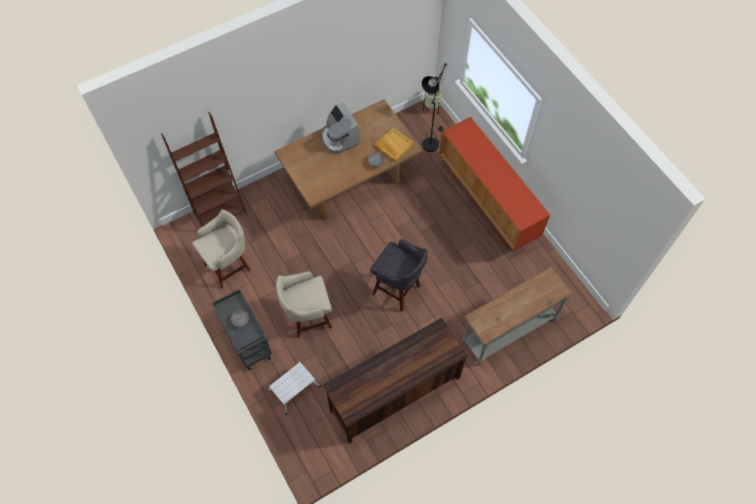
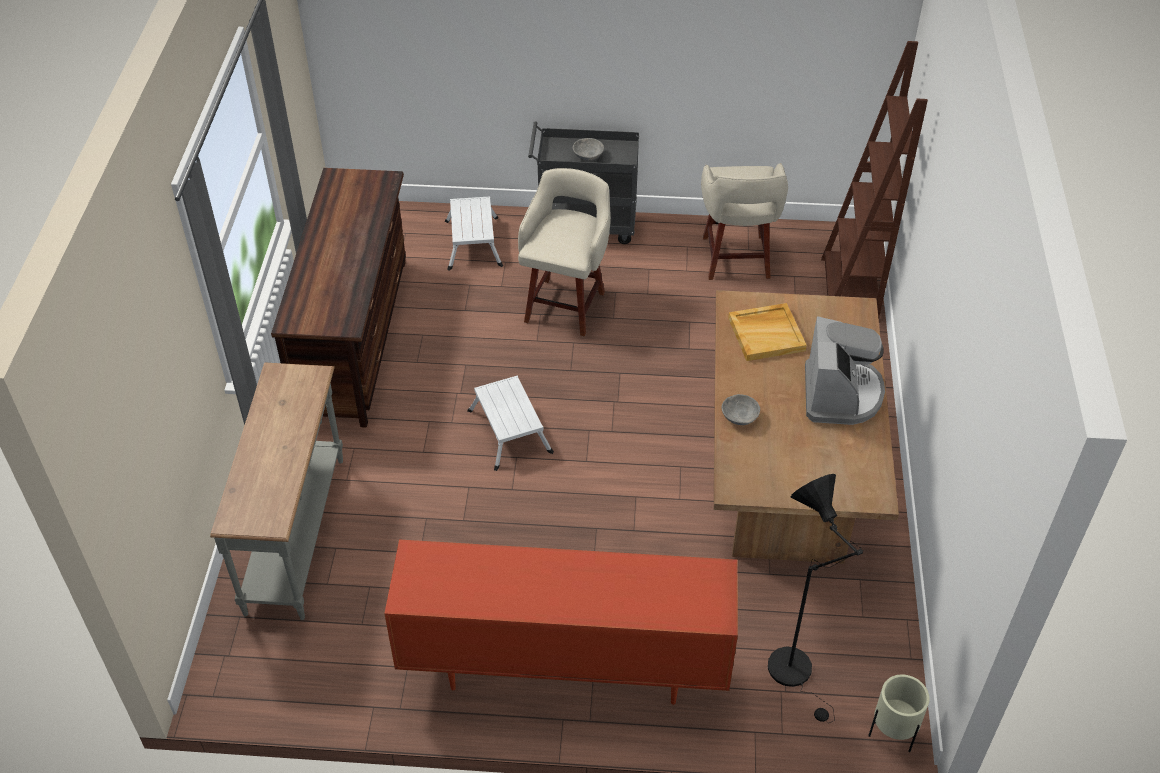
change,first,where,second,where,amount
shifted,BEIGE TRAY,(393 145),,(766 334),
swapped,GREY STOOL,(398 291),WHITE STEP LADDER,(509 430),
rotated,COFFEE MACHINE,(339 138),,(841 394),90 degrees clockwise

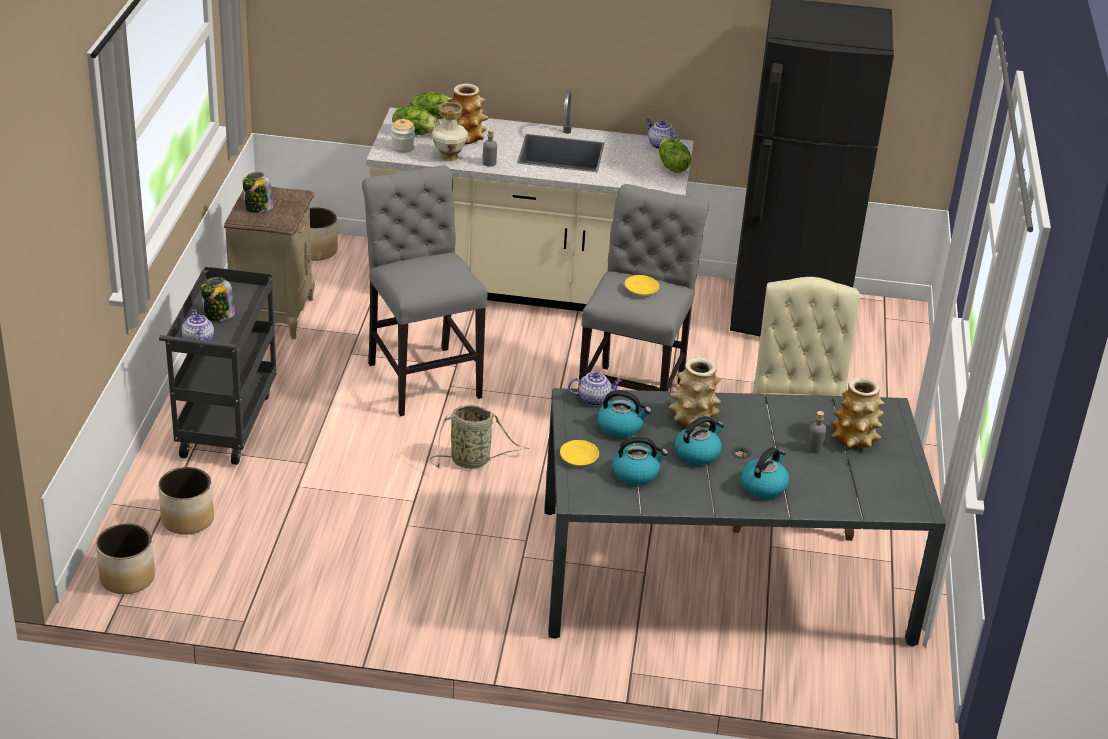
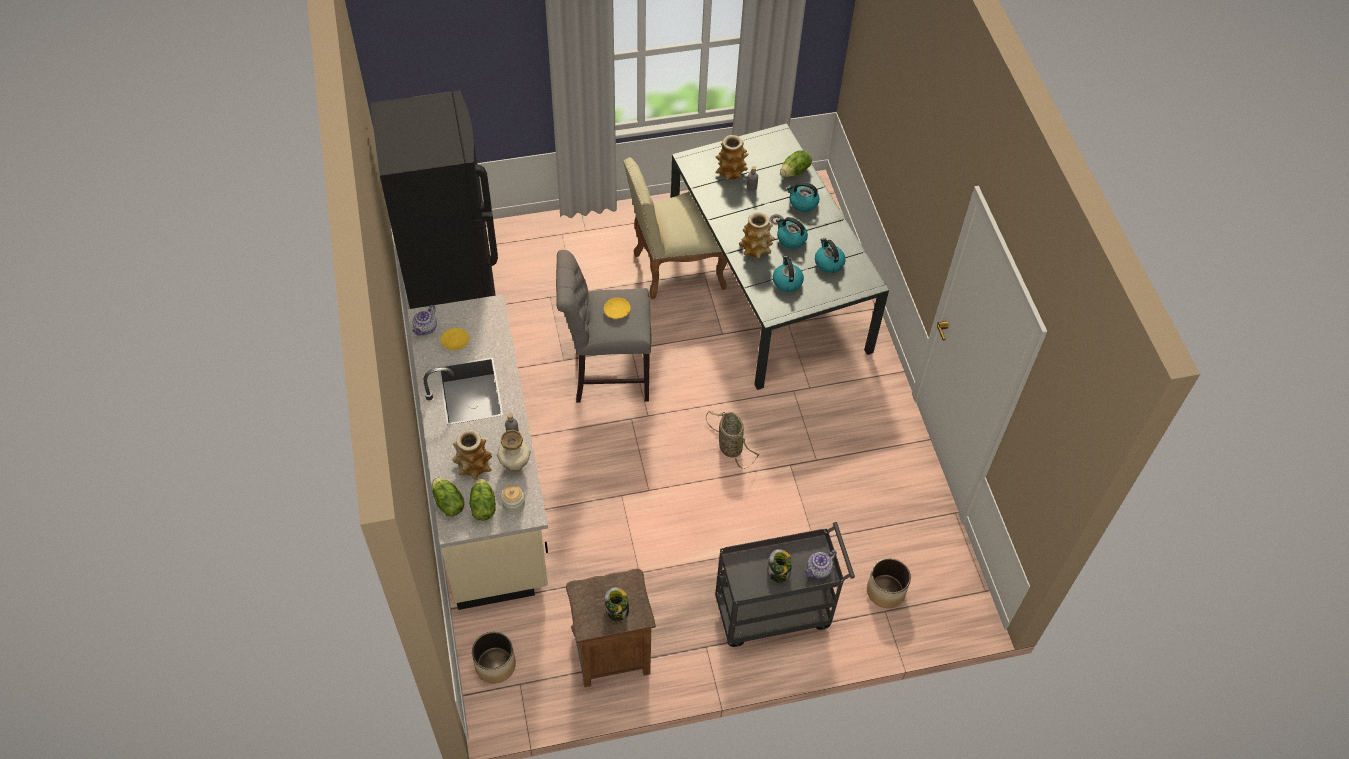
change,first,where,second,where,amount
gone,PLANTER,(128 577),,,
gone,GREY STOOL,(422 376),,,
gone,TEAPOT,(594 399),,,
shifted,YELLOW PLATE,(579 457),,(455 341),
shifted,LETTUCE,(672 167),,(795 172),

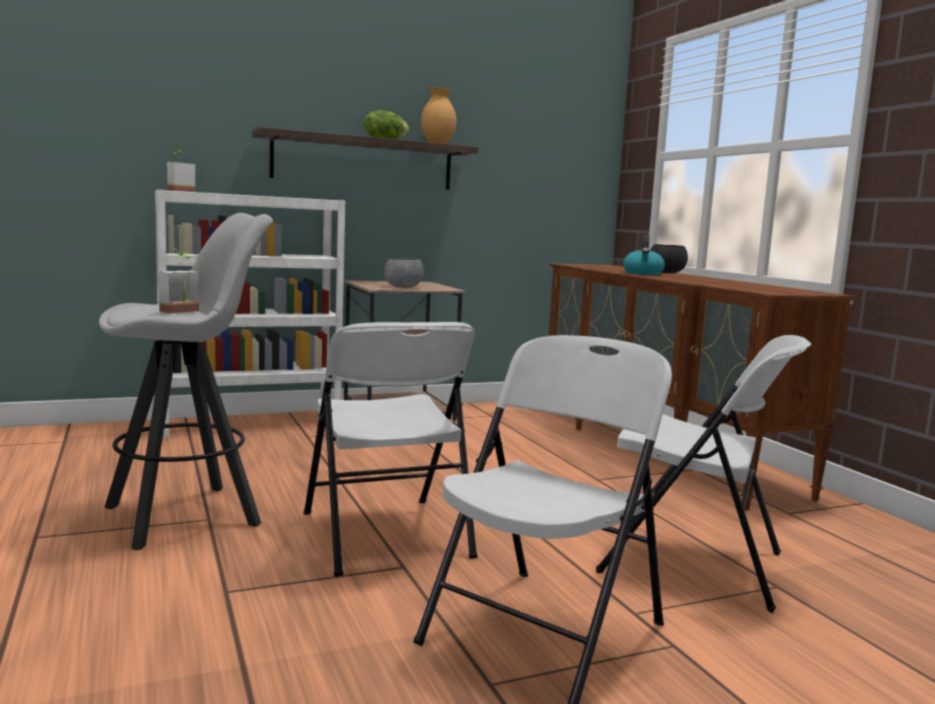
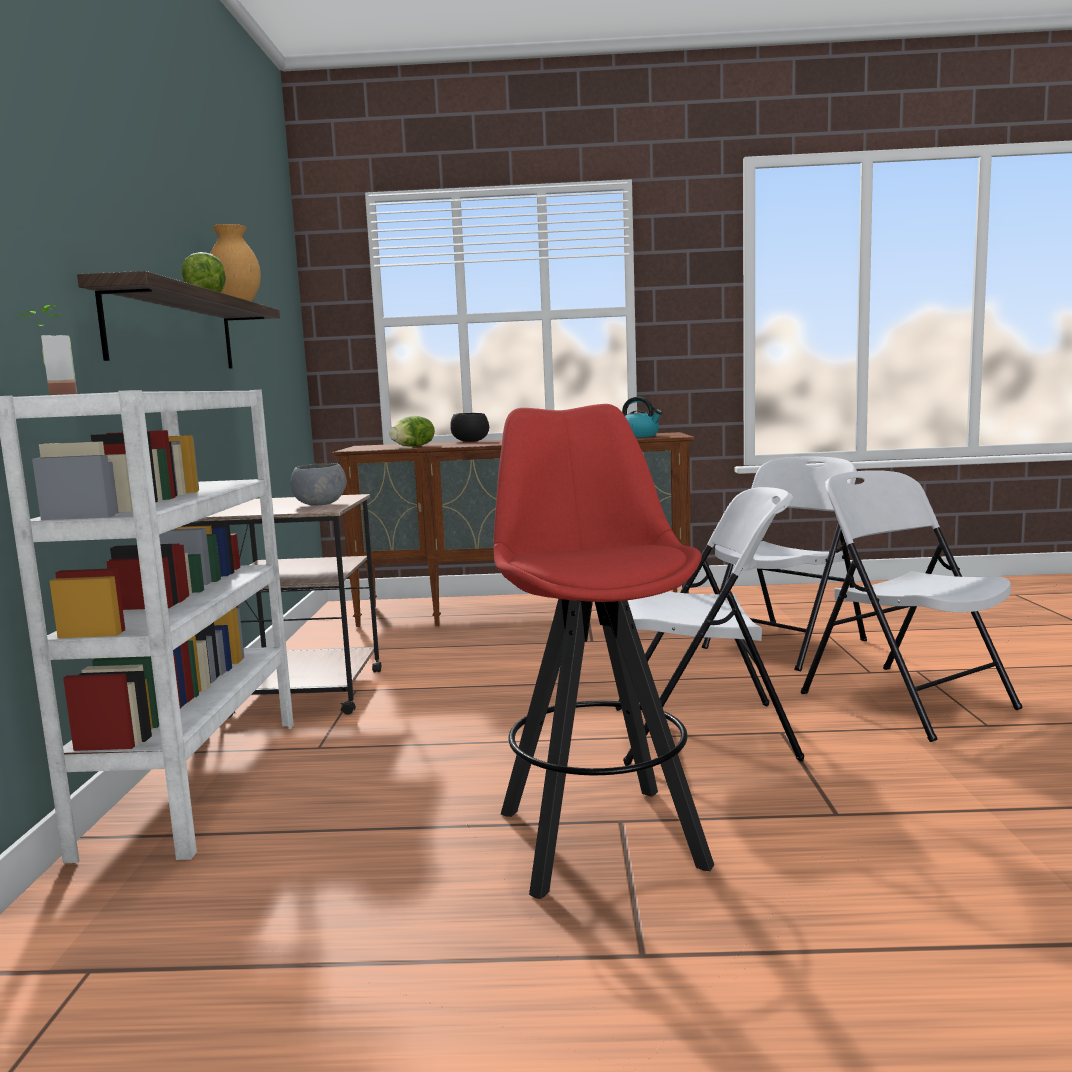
change,first,where,second,where,amount
gone,POTTED PLANT,(183 312),,,
new,,,LETTUCE,(413 446),
shifted,KETTLE,(643 273),,(639 436),
repainted,GREY STOOL,(187 515),RED STOOL,(599 834),

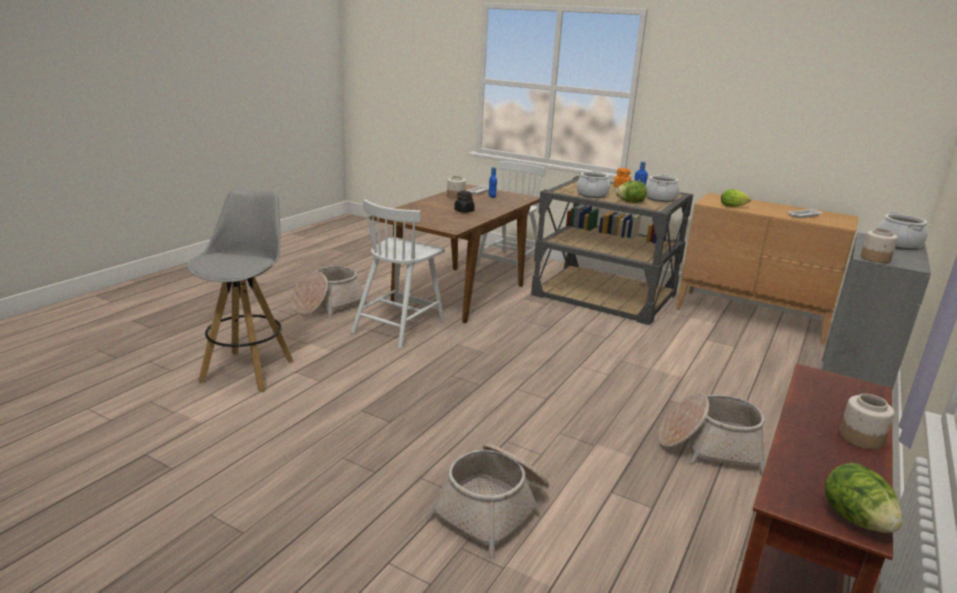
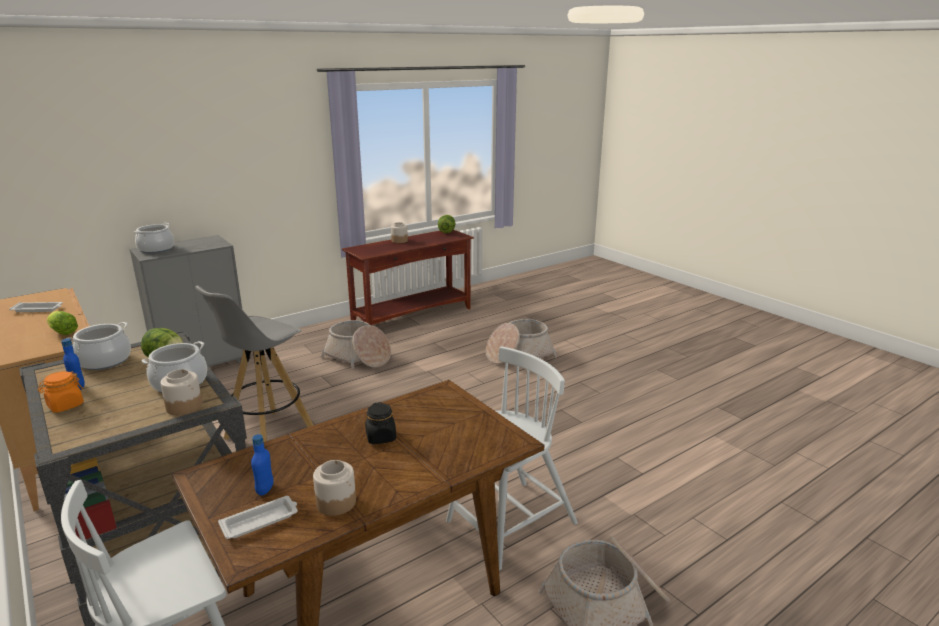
change,first,where,second,where,amount
shifted,GREY STOOL,(249 370),,(267 435),
shifted,JAR,(875 259),,(184 406),

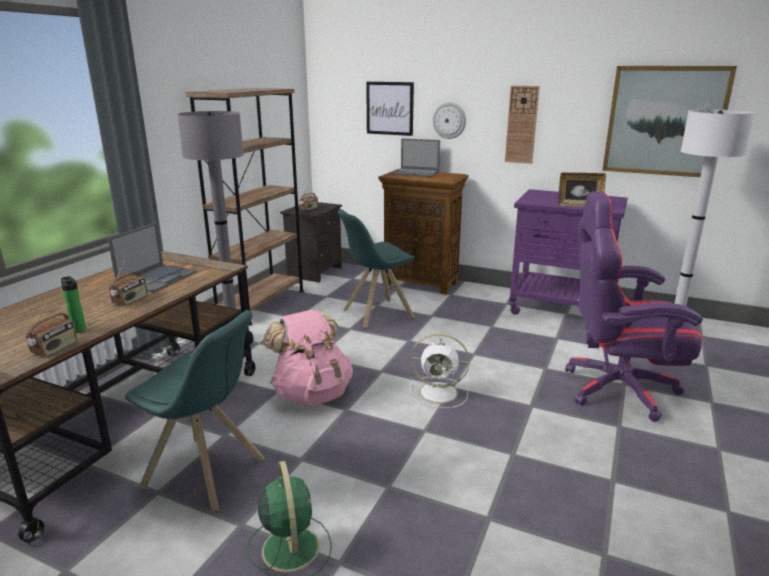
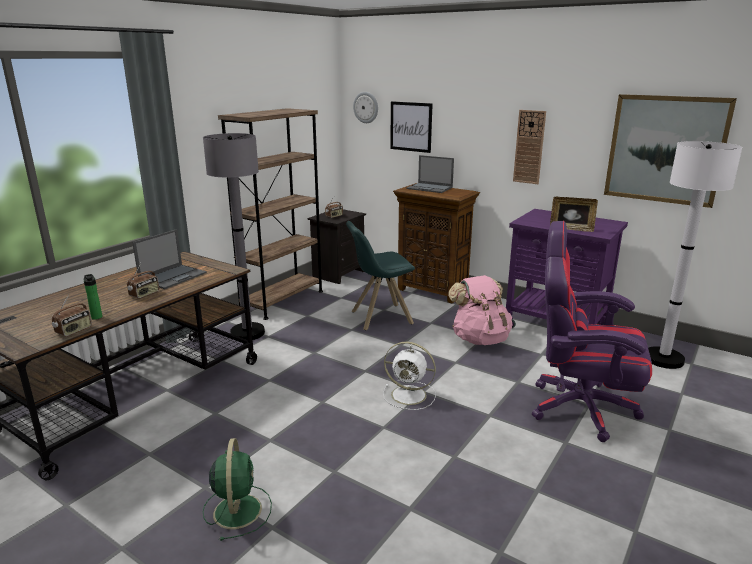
change,first,where,second,where,amount
gone,TURQUOISE CHAIR,(205 473),,,
shifted,PINK BACKPACK,(312 393),,(479 339),
shifted,WALL CLOCK,(449 120),,(366 107),

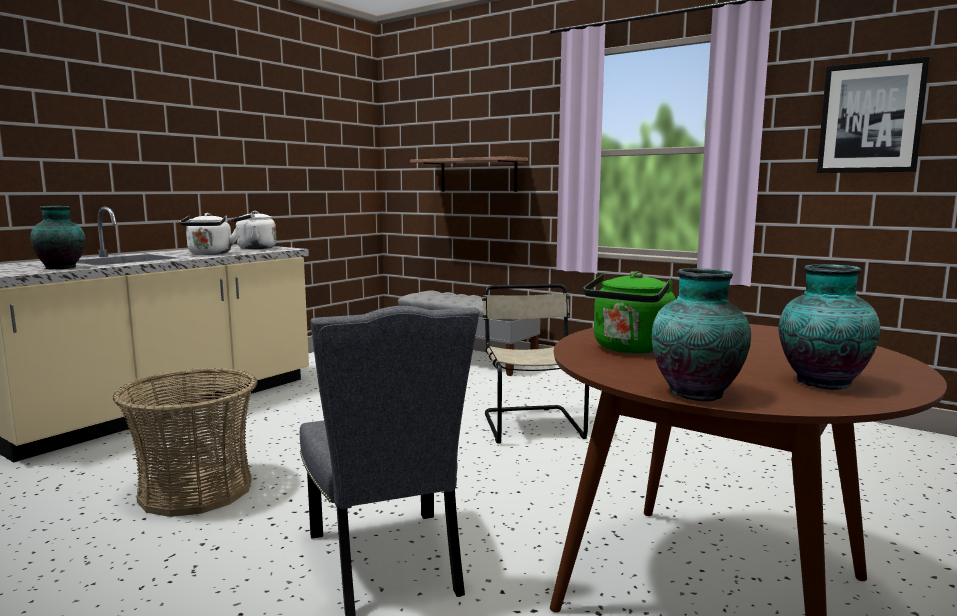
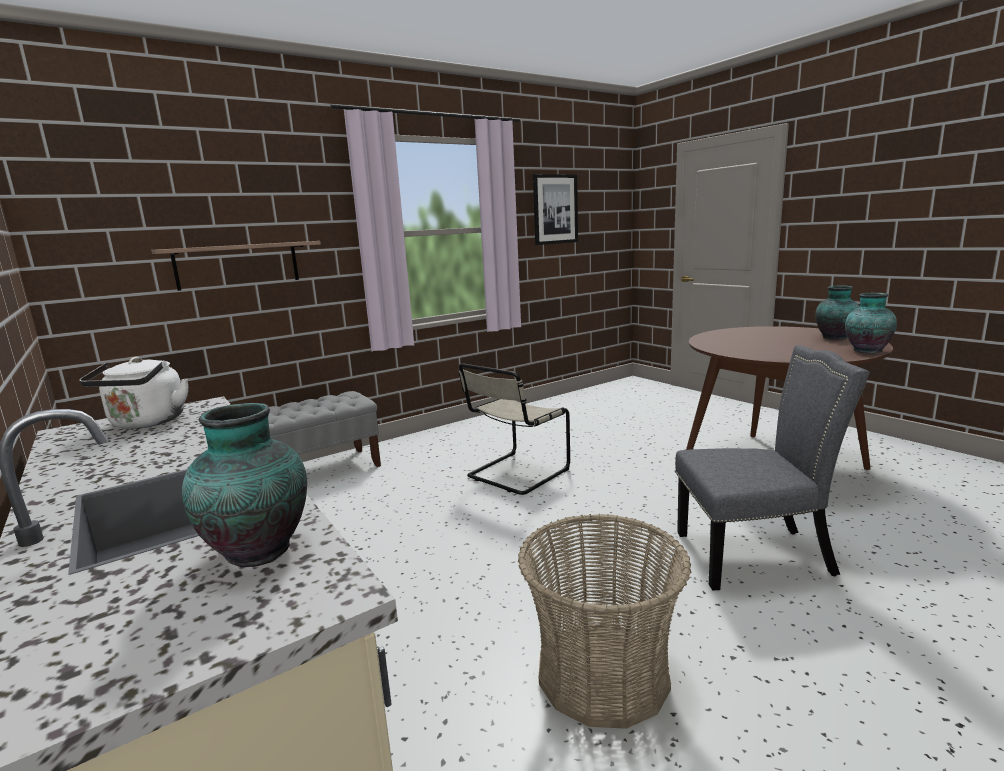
change,first,where,second,where,amount
gone,WHITE KETTLE,(210 254),,,
gone,GREEN KETTLE,(632 349),,,
rotated,BEIGE CHAIR,(531 424),,(515 474),60 degrees counterclockwise

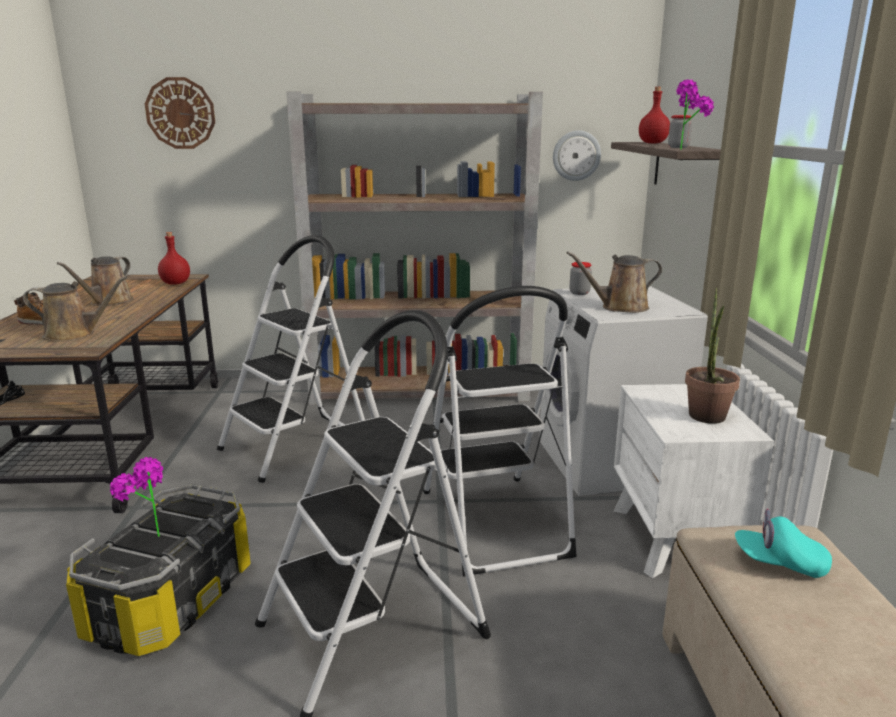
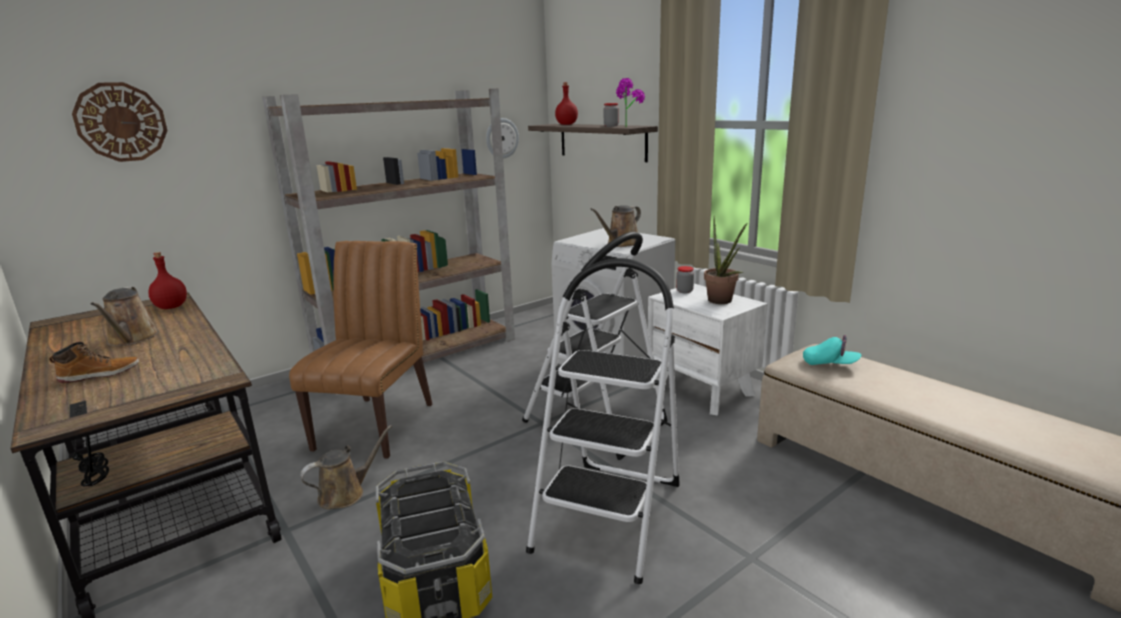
change,first,where,second,where,amount
gone,POTTED PLANT,(148 535),,,
shifted,BROWN WATERING CAN,(74 334),,(346 493),
shifted,JAR,(579 293),,(684 291),
swapped,STEP LADDER,(300 445),BROWN CHAIR,(375 427),
rotated,TURQUOISE CAP,(779 563),,(830 364),135 degrees counterclockwise

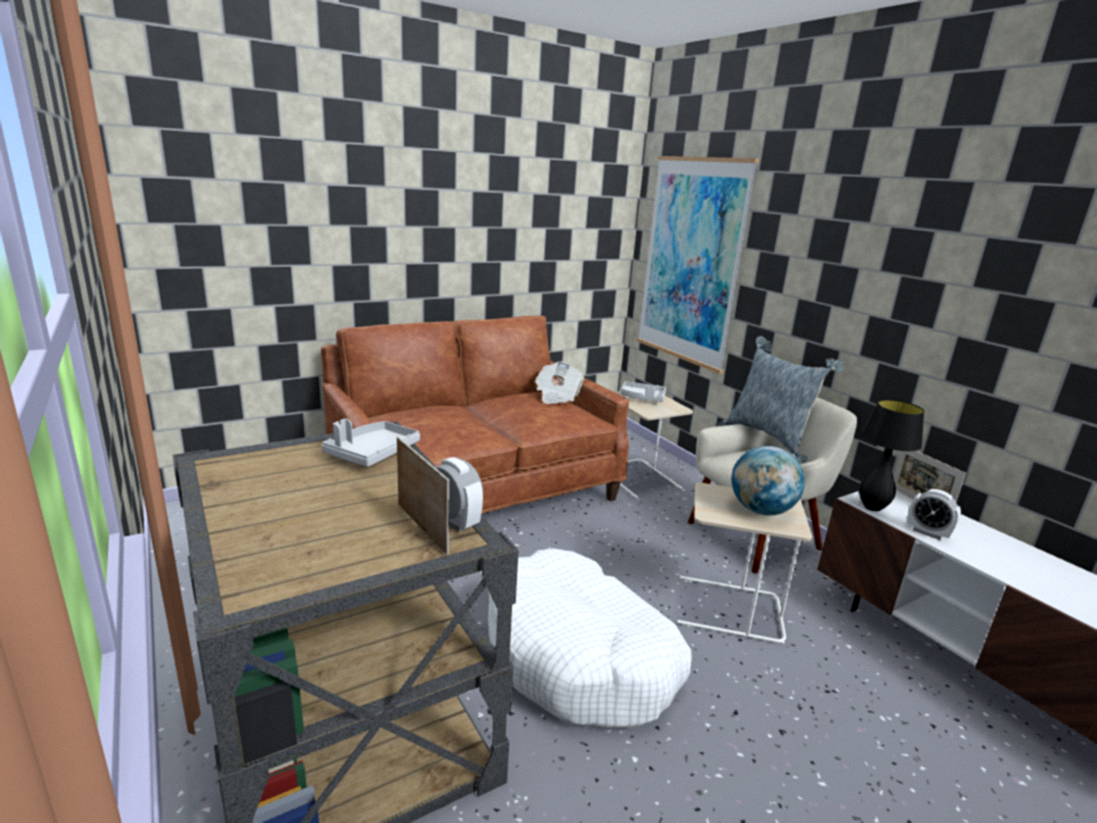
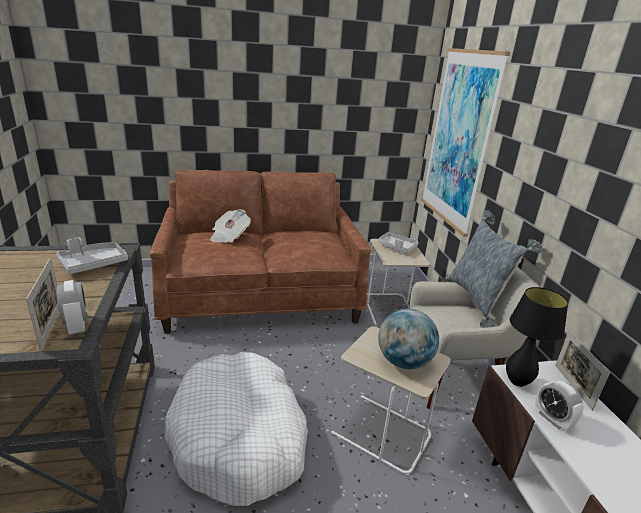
change,first,where,second,where,amount
shifted,NEWSPAPER,(557 396),,(229 236),

